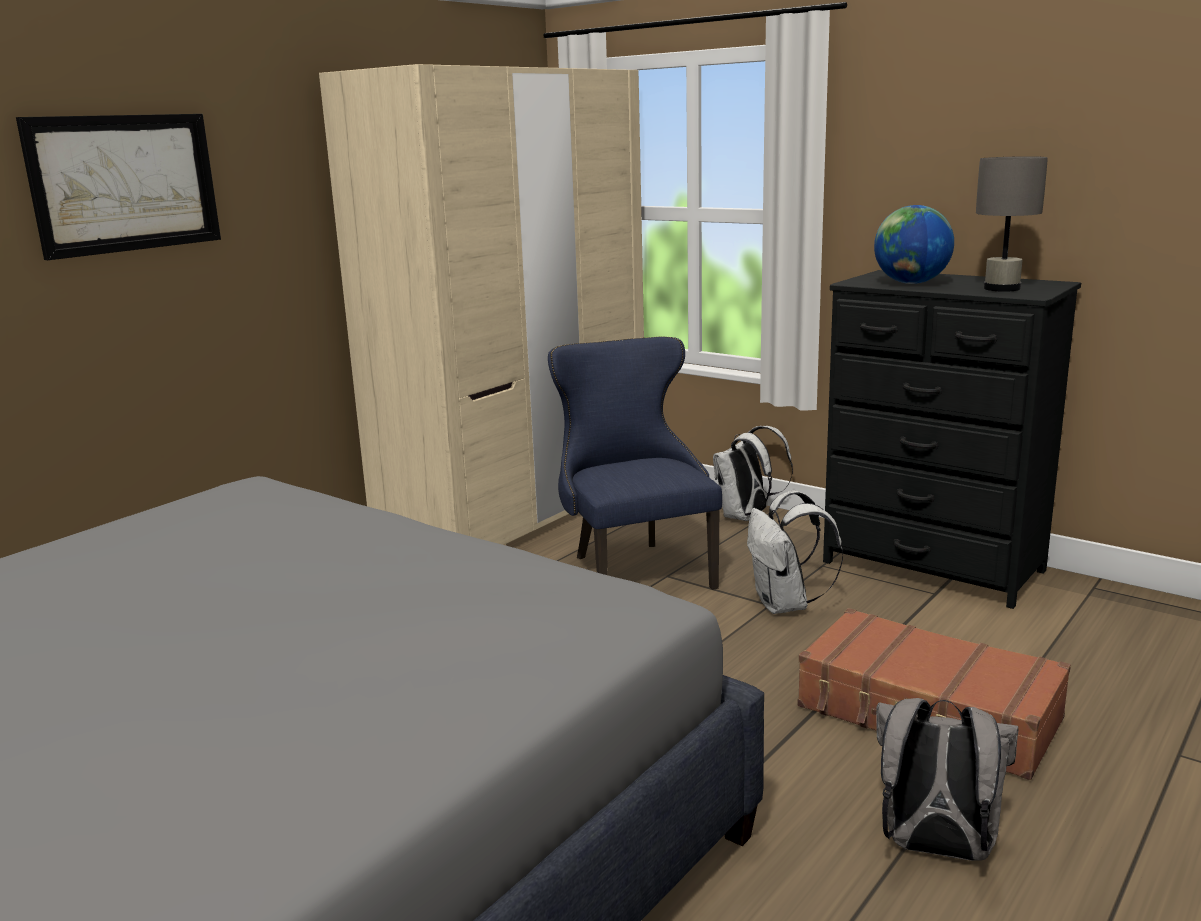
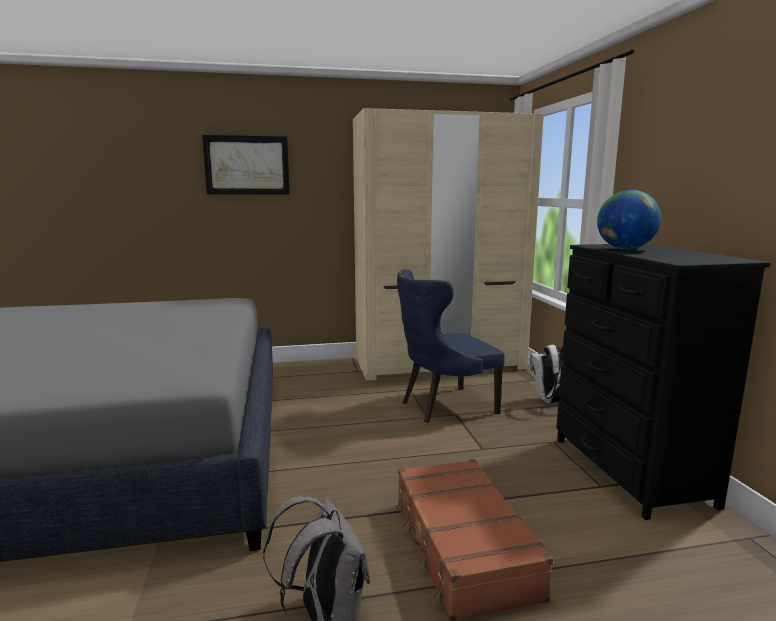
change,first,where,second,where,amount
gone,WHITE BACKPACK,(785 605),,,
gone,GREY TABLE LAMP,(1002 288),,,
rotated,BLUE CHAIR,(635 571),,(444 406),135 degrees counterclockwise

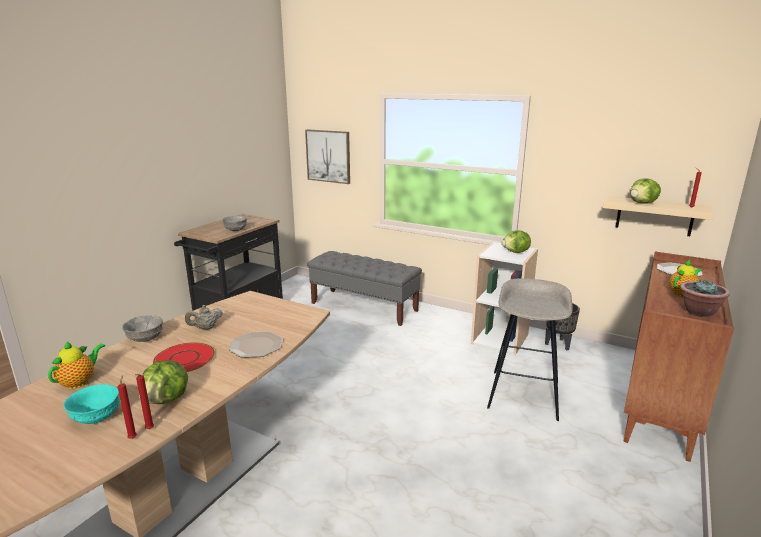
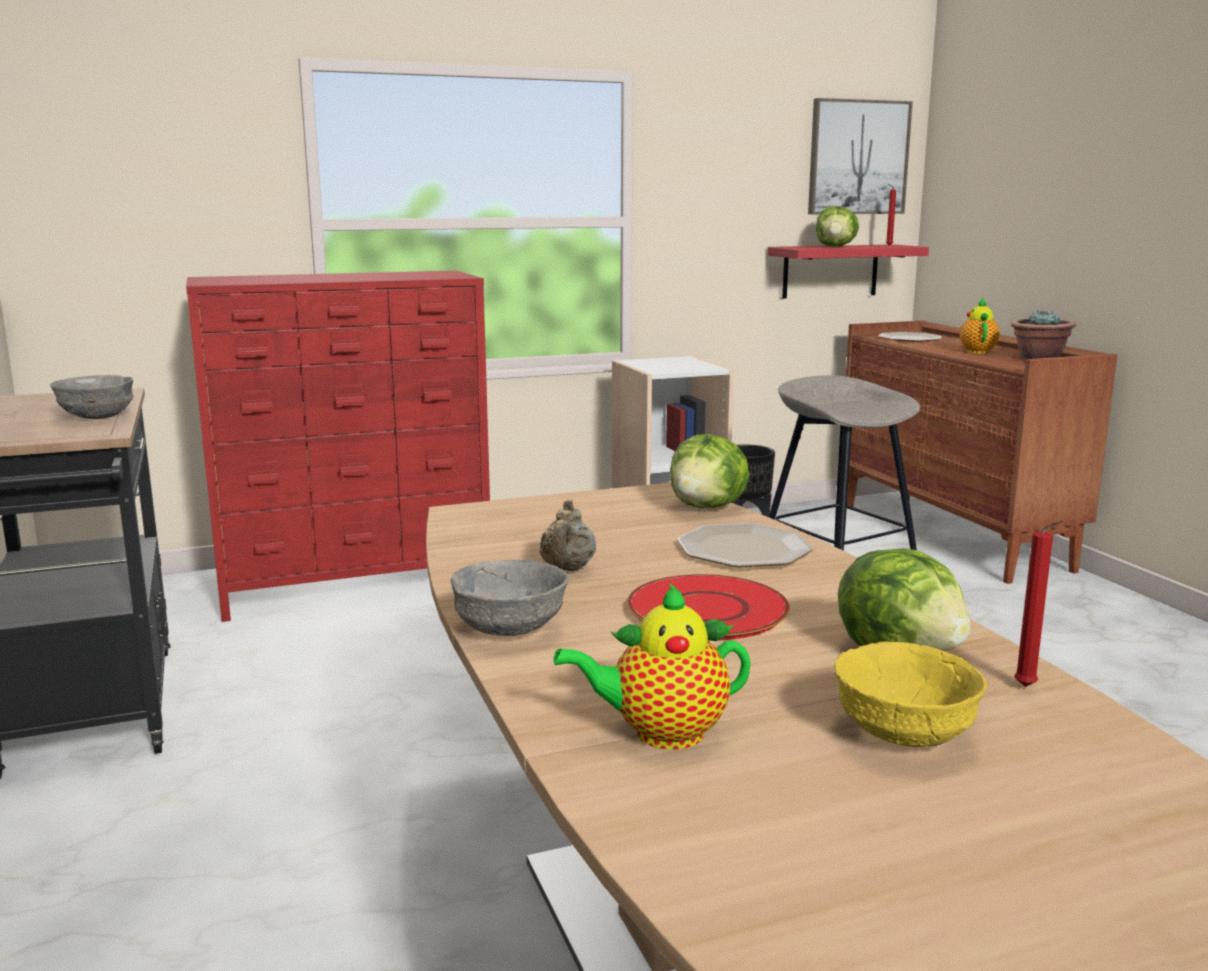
change,first,where,second,where,amount
gone,RED CANDLE,(133 437),,,
shifted,PICTURE,(328 156),,(858 157),
shifted,LETTUCE,(516 252),,(708 507),
swapped,GREY BENCH,(364 307),RED DRESSER,(355 584),
repainted,TURQUOISE BOWL,(97 416),YELLOW BOWL,(901 733),
repainted,BEIGE SHELF,(654 216),RED SHELF,(830 271),
rotated,TEAPOT,(79 382),,(661 733),75 degrees counterclockwise

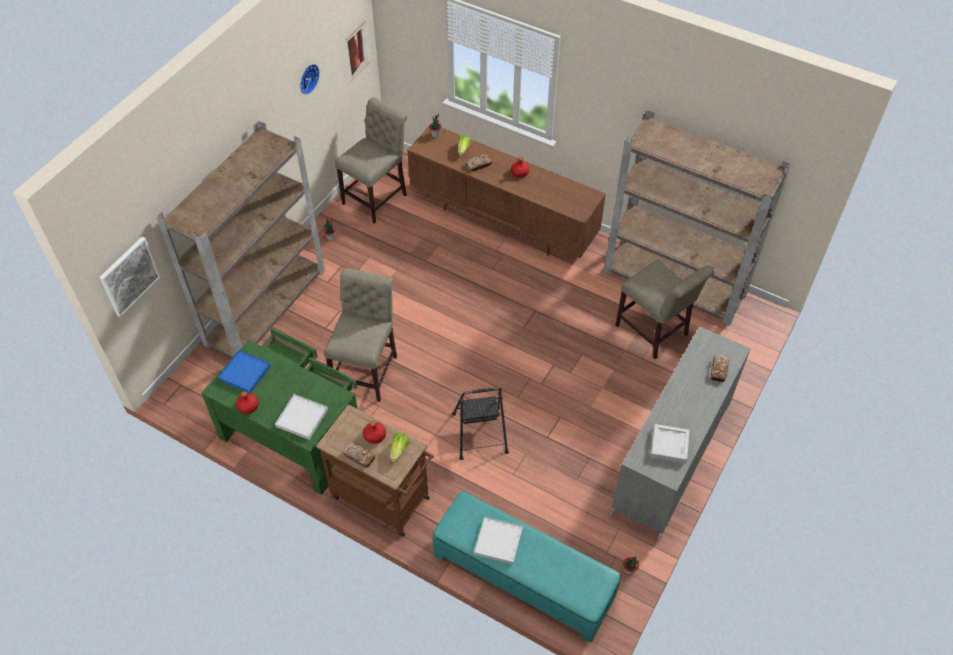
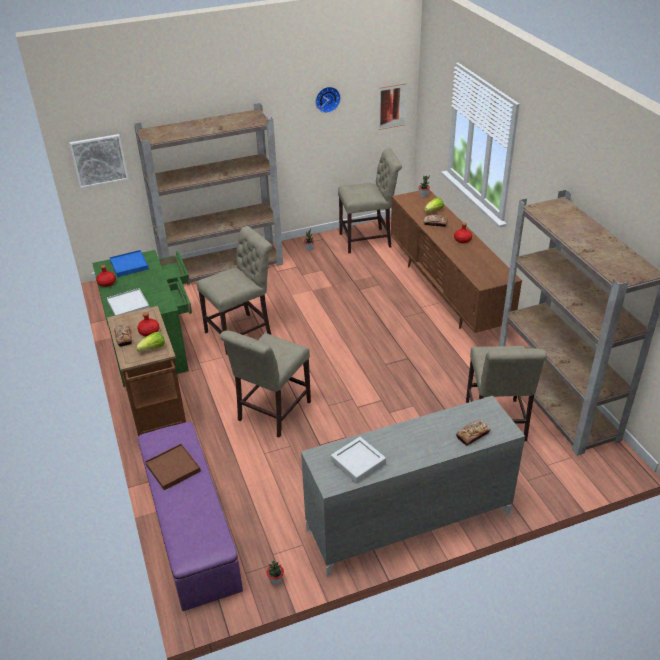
change,first,where,second,where,amount
swapped,BLACK STEP LADDER,(480 434),BEIGE CHAIR,(271 413),
repainted,TURQUOISE BENCH,(522 575),PURPLE BENCH,(190 525),
repainted,WHITE TRAY,(498 541),BROWN TRAY,(173 468),

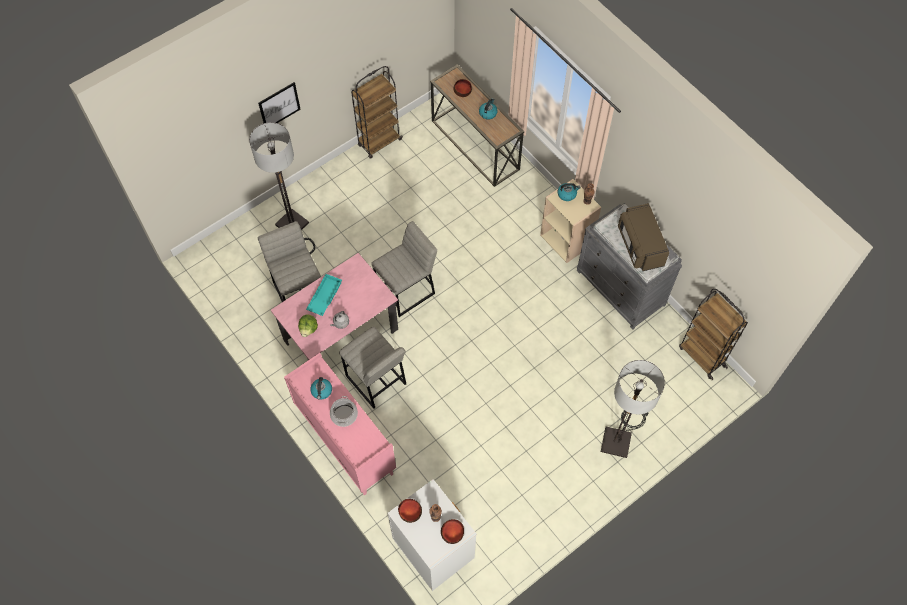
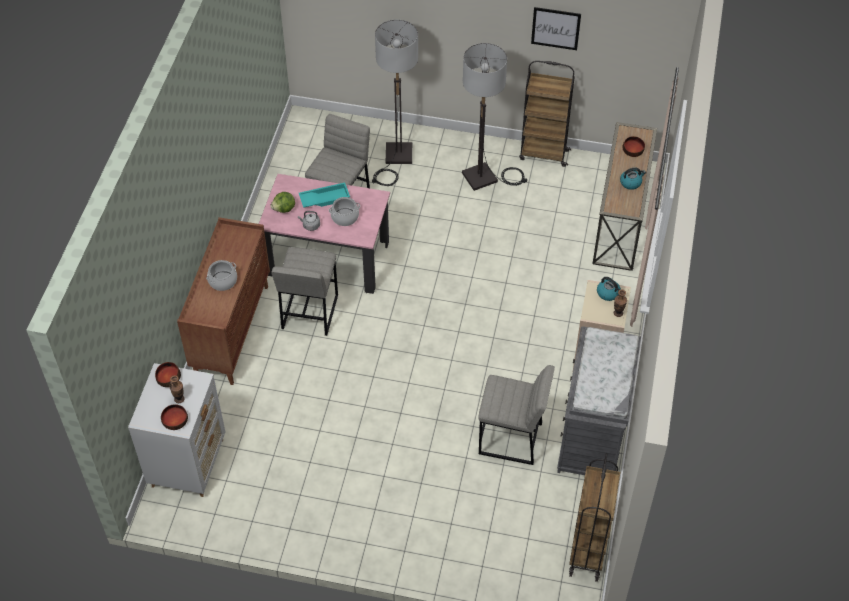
change,first,where,second,where,amount
gone,KETTLE,(322 391),,,
gone,BROWN MICROWAVE,(640 245),,,
new,,,COOKING POT,(345 217),
shifted,PICTURE,(279 105),,(555 28),
shifted,GREY CHAIR,(407 290),,(512 439),
shifted,FLOOR LAMP,(621 435),,(489 178),
repainted,PINK CABINET,(345 441),BROWN CABINET,(232 330),

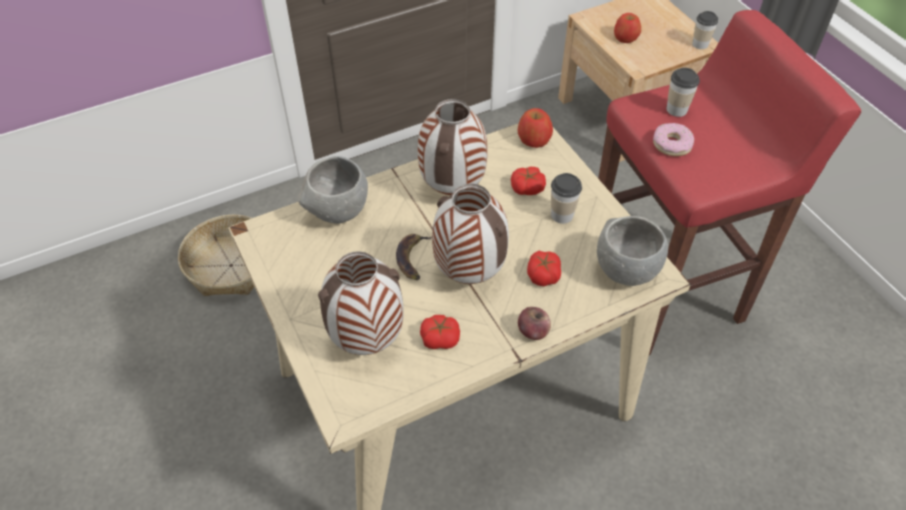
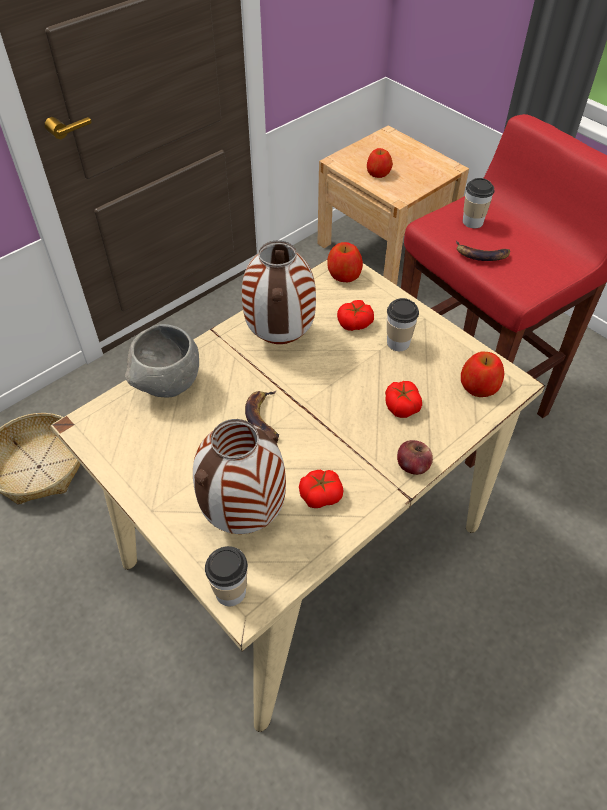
change,first,where,second,where,amount
gone,VASE,(468 274),,,
shifted,CUP,(700 44),,(230 591),
swapped,GREY BOWL,(625 271),APPLE,(479 385),
swapped,DONUT,(672 144),BANANA,(481 255),

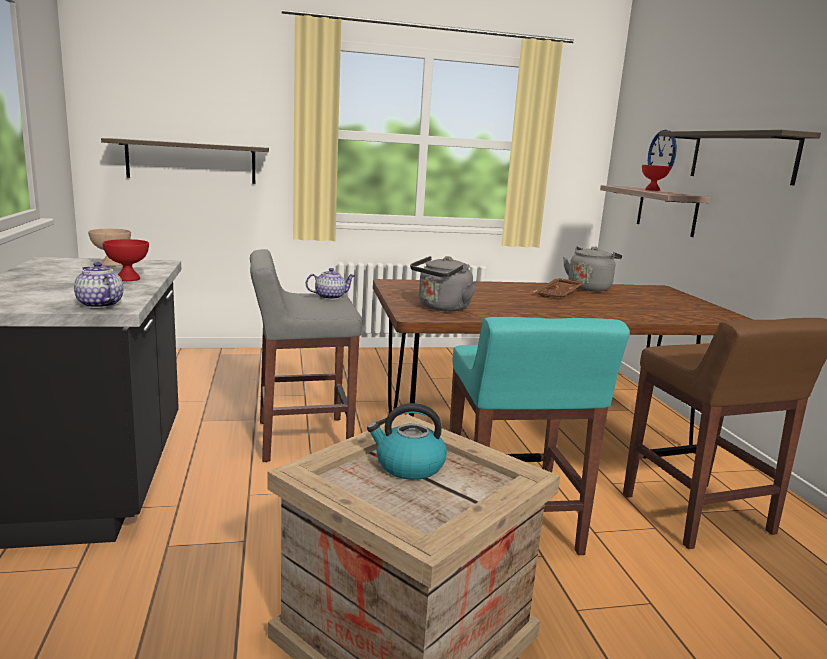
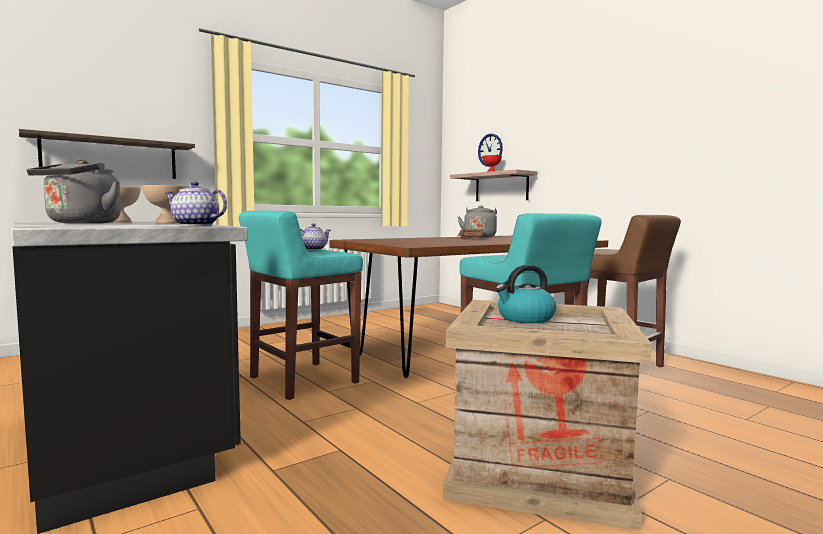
change,first,where,second,where,amount
gone,SHELF,(741 157),,,
shifted,GREY KETTLE,(442 308),,(81 223),
repainted,RED BOWL,(129 279),BEIGE BOWL,(168 223),
repainted,GREY STOOL,(302 438),TURQUOISE STOOL,(302 380),

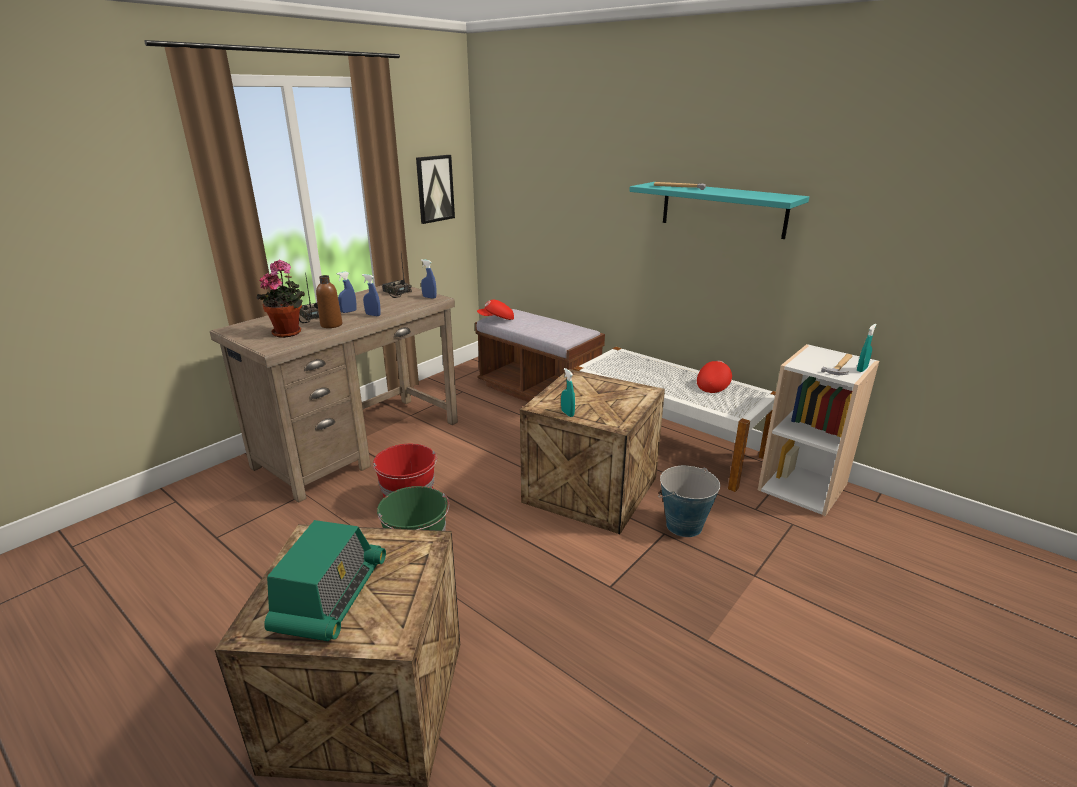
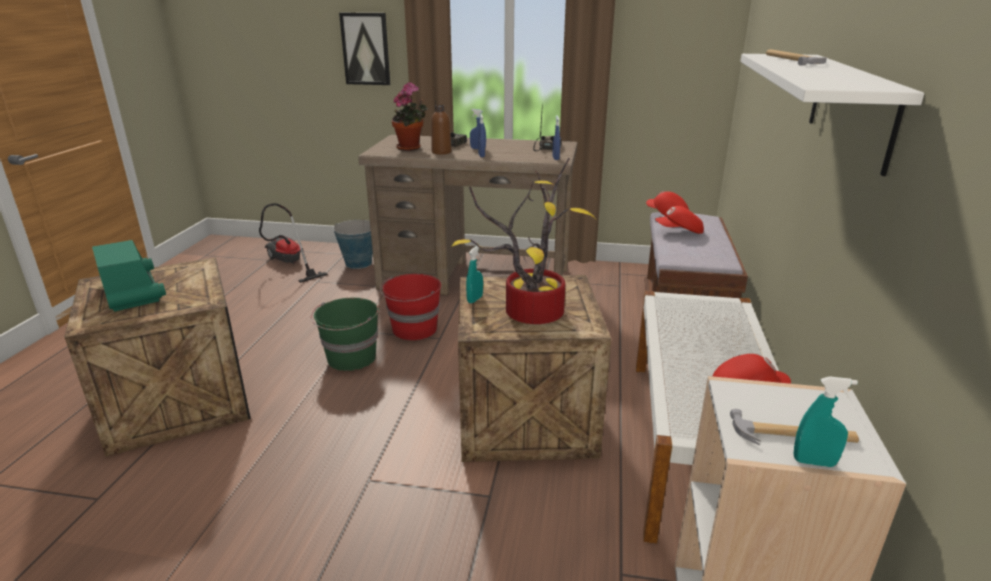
change,first,where,second,where,amount
new,,,VACUUM CLEANER,(289 264),
new,,,POTTED PLANT,(534 310),
new,,,RED CAP,(679 232),
shifted,PICTURE,(434 188),,(366 49),
shifted,BUCKET,(683 525),,(358 263),
repainted,TURQUOISE SHELF,(723 209),WHITE SHELF,(851 108),
rotated,RADIO,(330 597),,(132 292),105 degrees counterclockwise

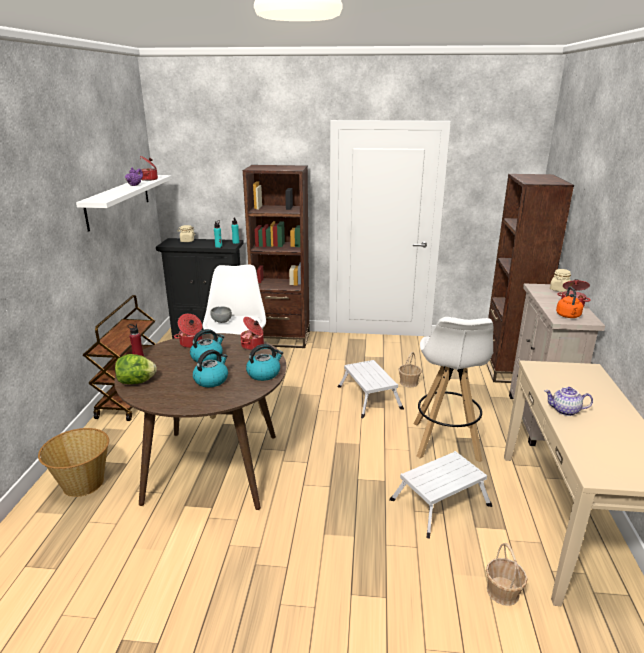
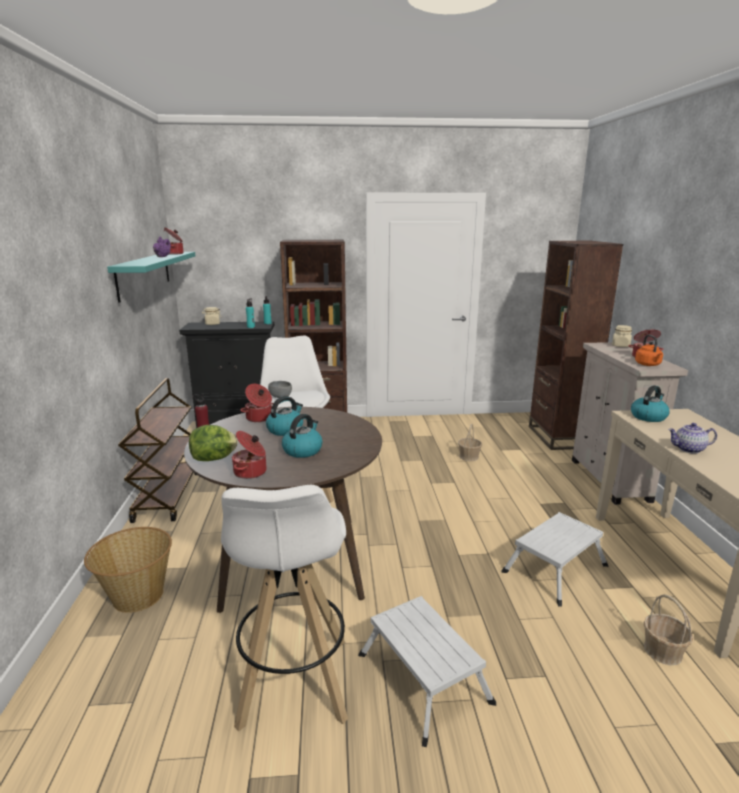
change,first,where,second,where,amount
shifted,COOKING POT,(253 346),,(251 472),
shifted,KETTLE,(264 373),,(648 417),
shifted,WHITE STEP LADDER,(369 397),,(423 677),
shifted,WHITE STOOL,(445 442),,(293 684),
repainted,WHITE SHELF,(119 201),TURQUOISE SHELF,(144 274),

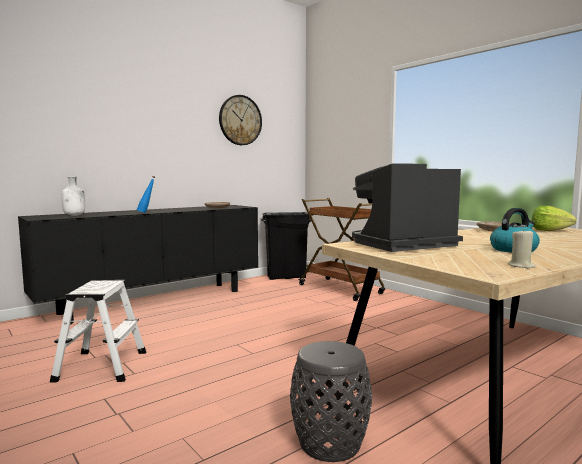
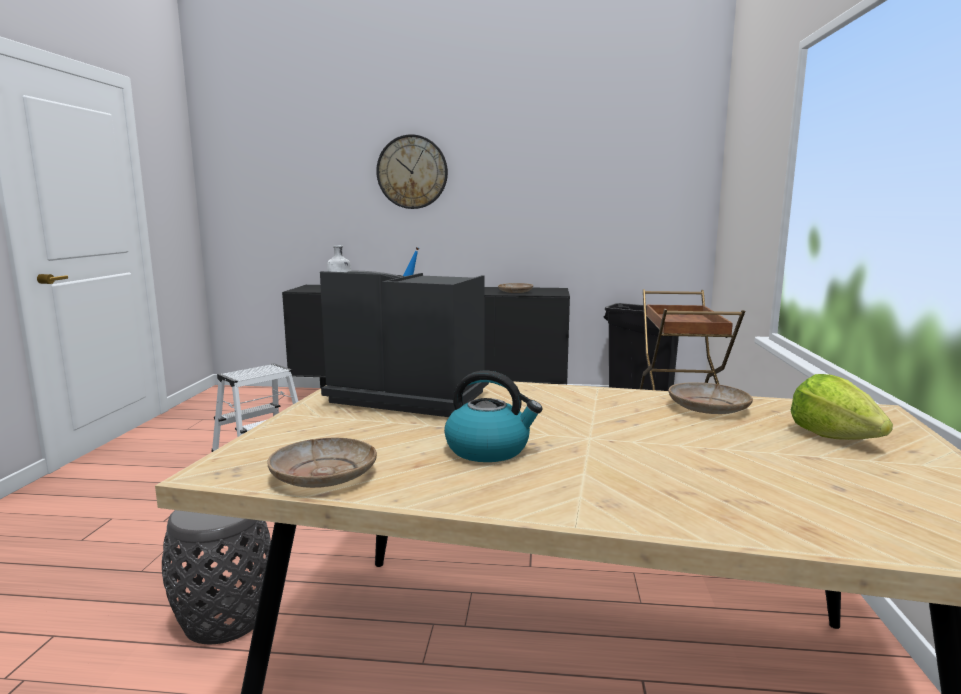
change,first,where,second,where,amount
shifted,WALL CLOCK,(240 120),,(412 172),
swapped,BEIGE CANDLE,(521 266),BEIGE PLATE,(323 475),

